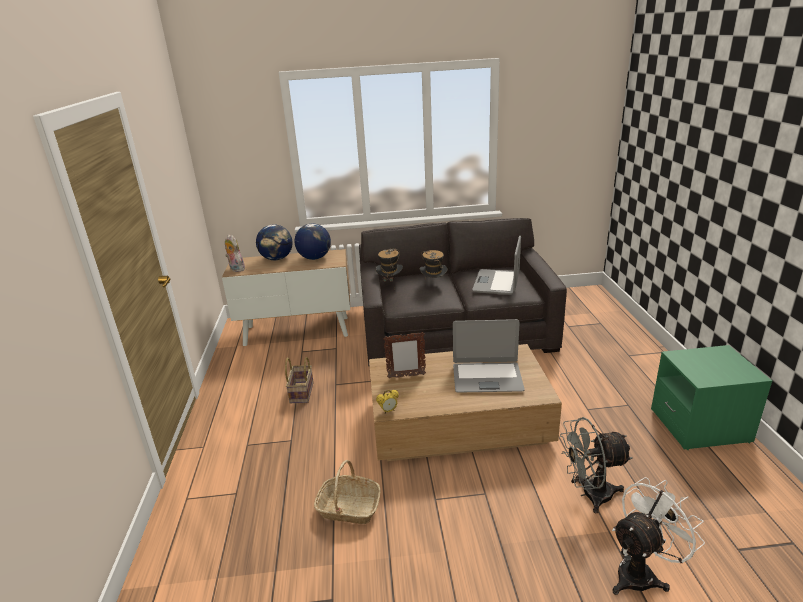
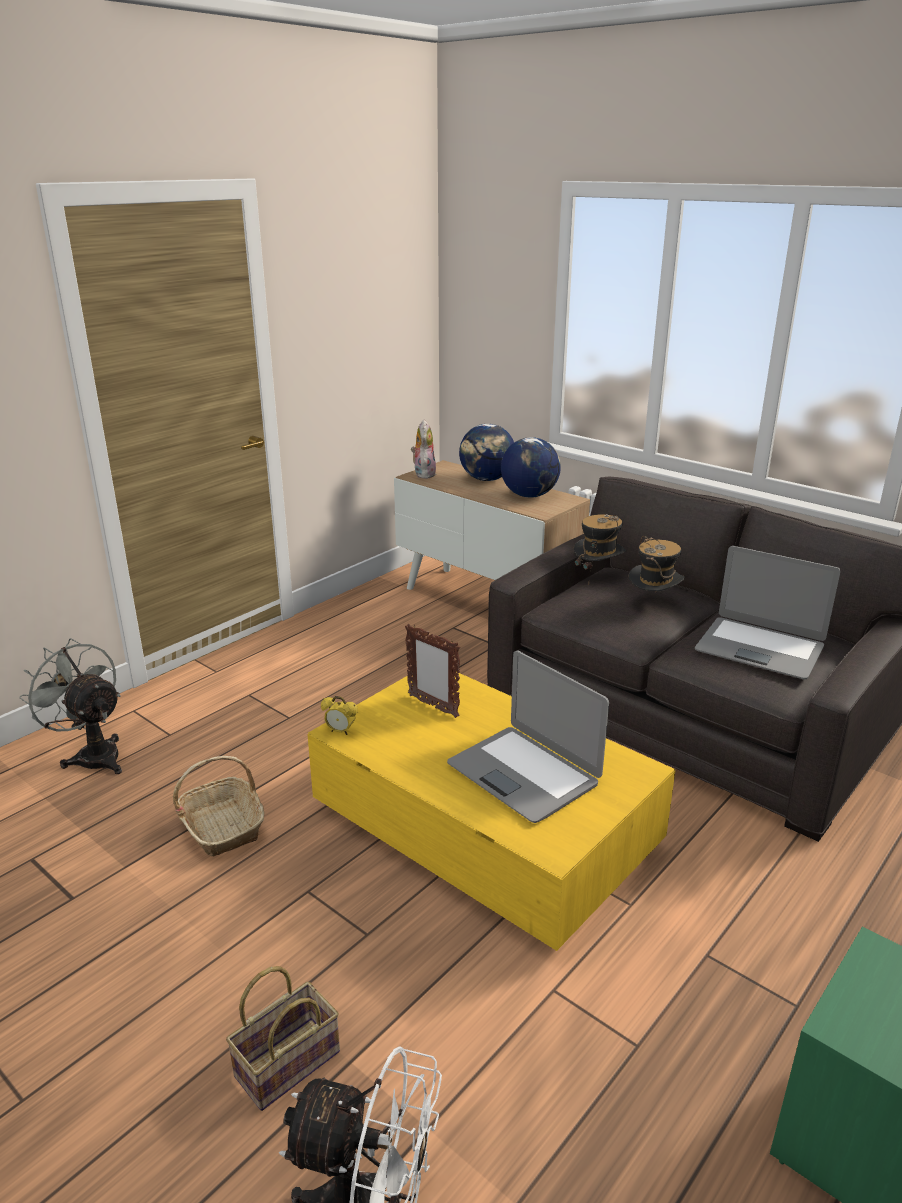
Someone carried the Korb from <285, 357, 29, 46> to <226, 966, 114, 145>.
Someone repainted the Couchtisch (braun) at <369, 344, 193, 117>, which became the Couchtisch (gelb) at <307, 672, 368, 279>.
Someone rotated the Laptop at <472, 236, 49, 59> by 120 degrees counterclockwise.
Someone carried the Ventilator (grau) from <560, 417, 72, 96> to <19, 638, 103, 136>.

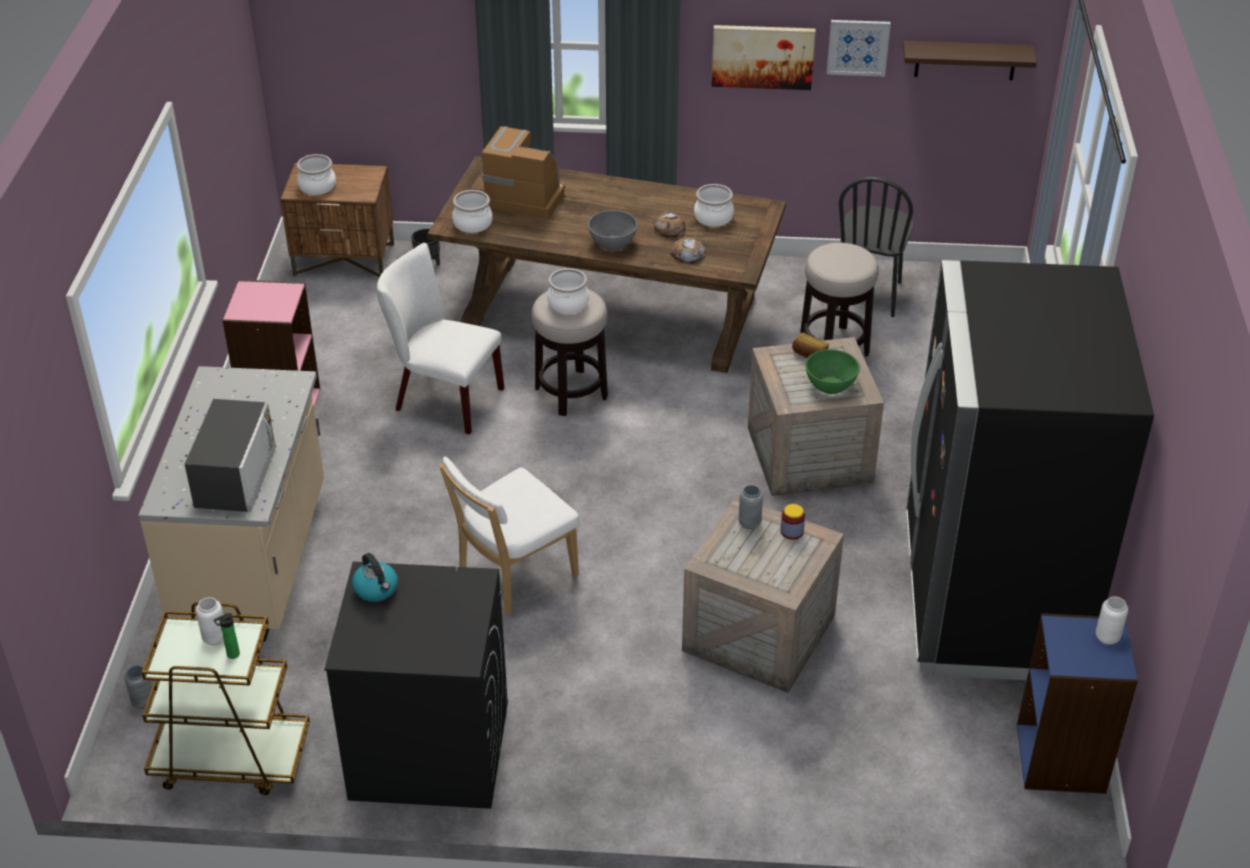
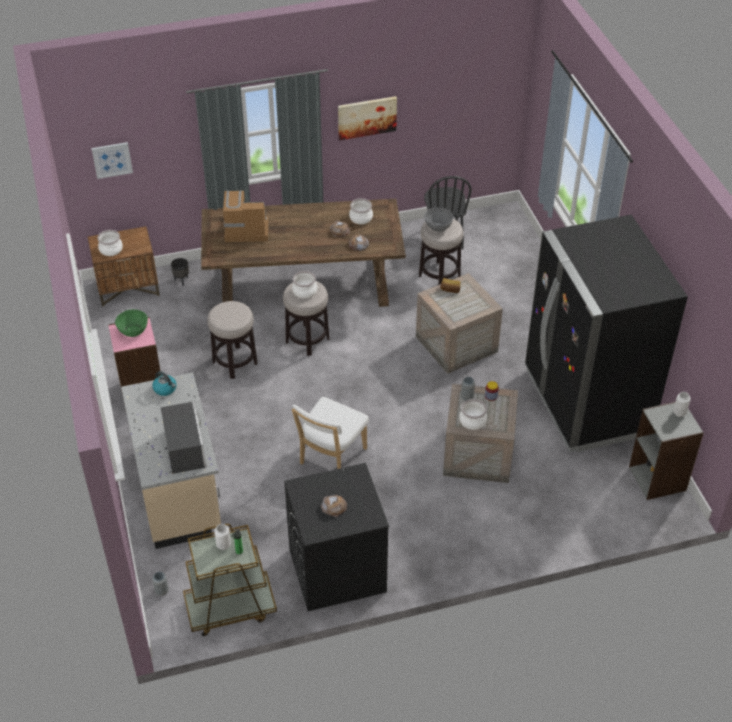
Someone carried the Wasserkessel from <352, 553, 46, 49> to <152, 371, 25, 25>.
Someone swapped the Stuhl (weiß) at <377, 243, 127, 192> for the Hocker at <207, 301, 51, 78>.
Someone carried the Kochtopf from <452, 190, 41, 43> to <459, 399, 28, 31>.
Someone carried the Schüssel (grau) from <588, 210, 50, 40> to <424, 207, 30, 25>.
Someone carried the Schüssel (grün) from <805, 349, 55, 45> to <115, 309, 33, 28>.
Someone carried the Bild from <827, 20, 64, 56> to <91, 142, 42, 37>.
Someone took away the Wandregal at <903, 41, 134, 39>.
Someone repainted the Bücherregal (blau) at <1017, 613, 121, 181>, which became the Bücherregal (grau) at <629, 402, 75, 98>.
Someone put down the Brot at <321, 495, 26, 22>.

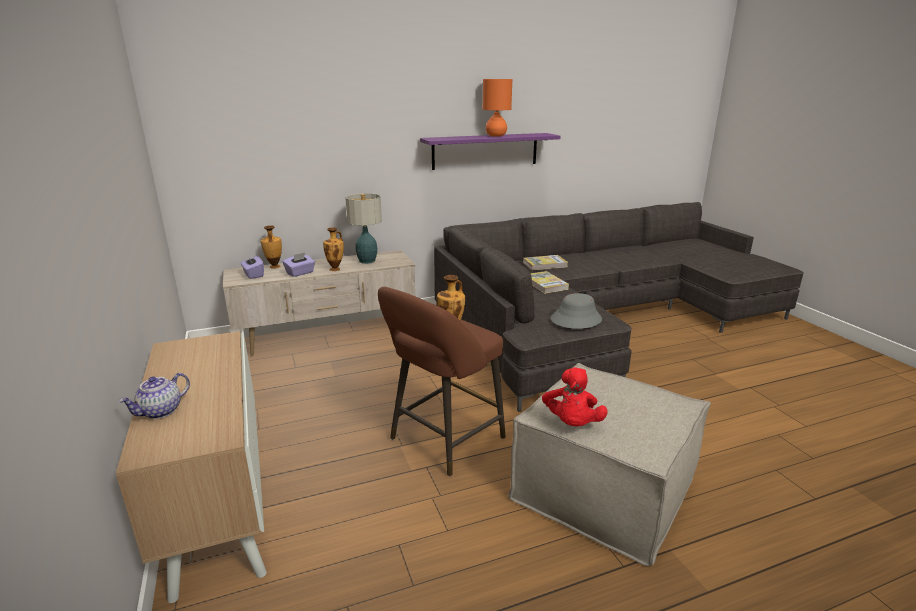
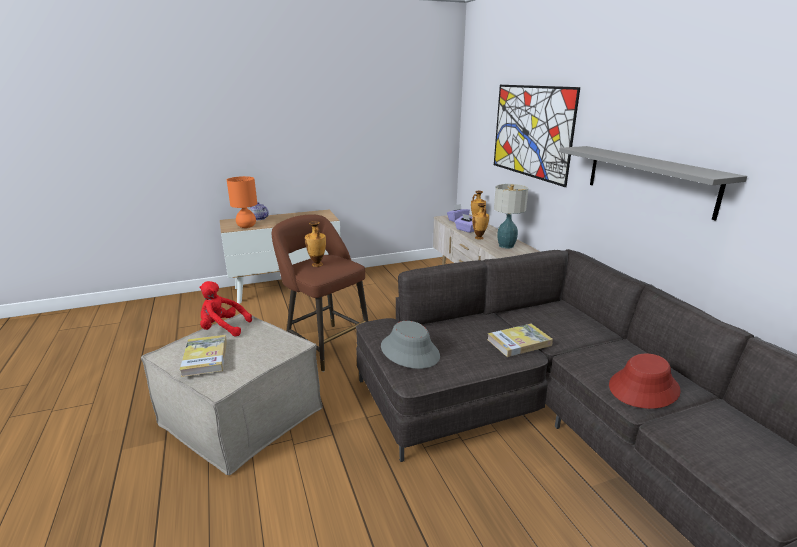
Someone repainted the Wandregal (lila) at <420, 133, 141, 37>, which became the Wandregal (grau) at <559, 146, 188, 74>.
Someone carried the Tischlampe (orange) from <483, 79, 29, 58> to <227, 176, 30, 52>.
Someone carried the Buch from <523, 255, 45, 15> to <179, 335, 48, 42>.
Someone put up the Bild at <494, 85, 86, 102>.
Someone put down the Hut (rot) at <609, 354, 72, 55>.

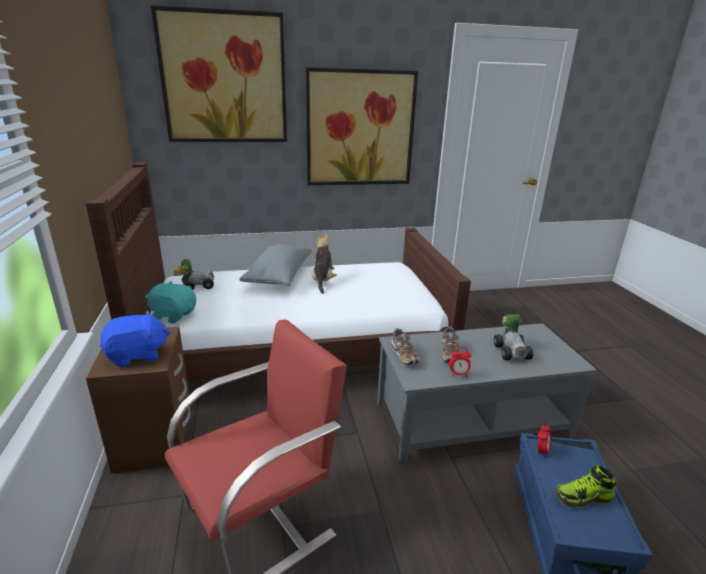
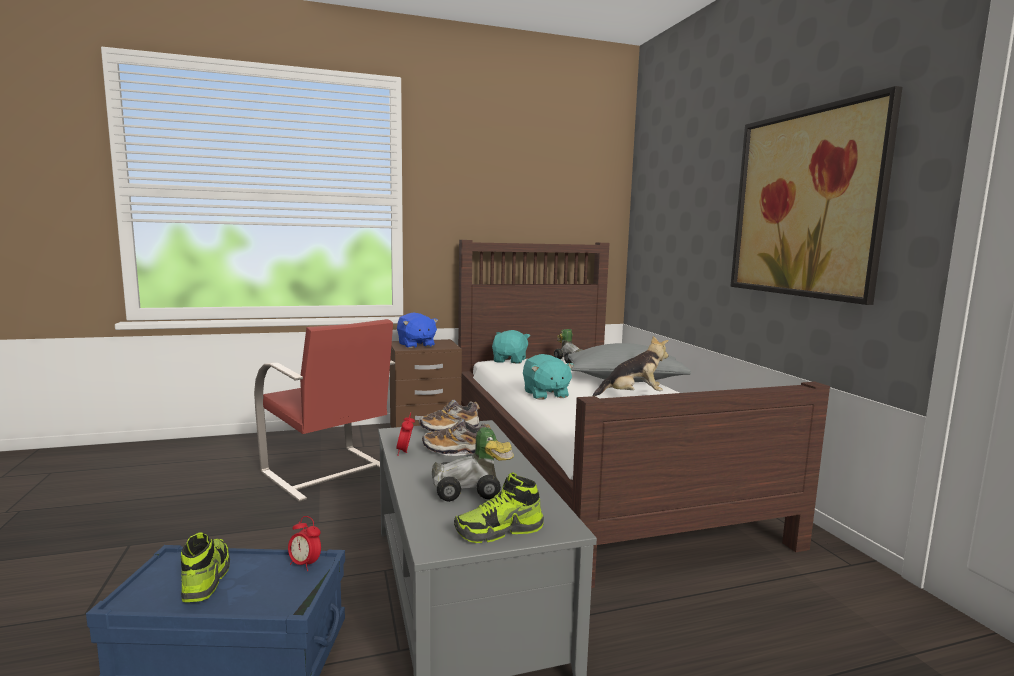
Someone took away the Bild at <151, 5, 136, 137>.
Someone put down the Schuh at <454, 472, 90, 71>.
Someone put down the Plüschtier (türkis) at <523, 354, 51, 46>.

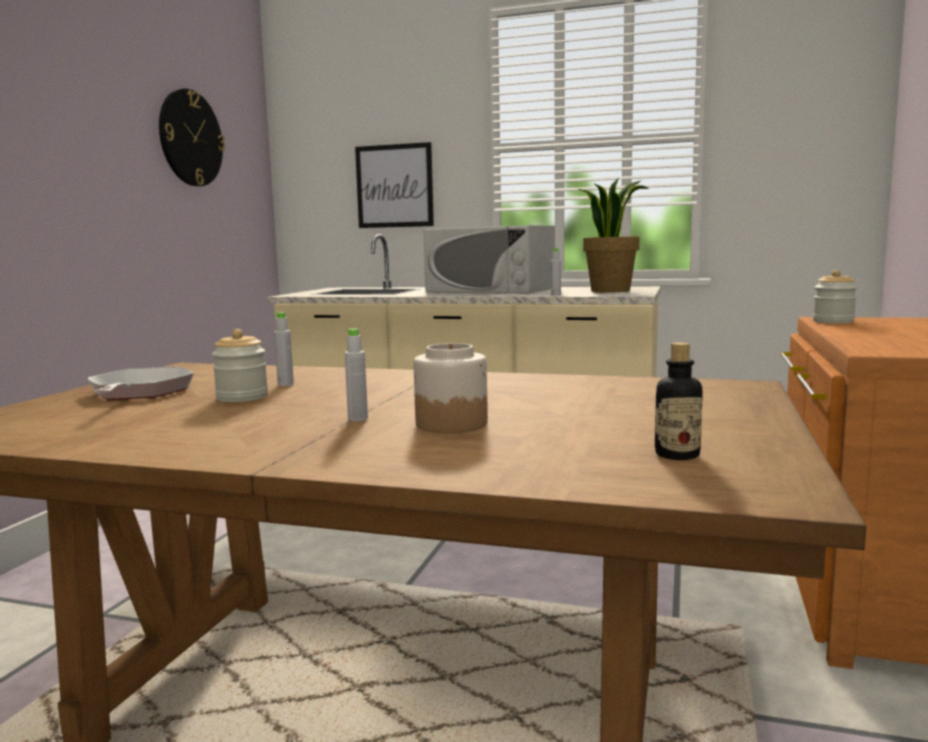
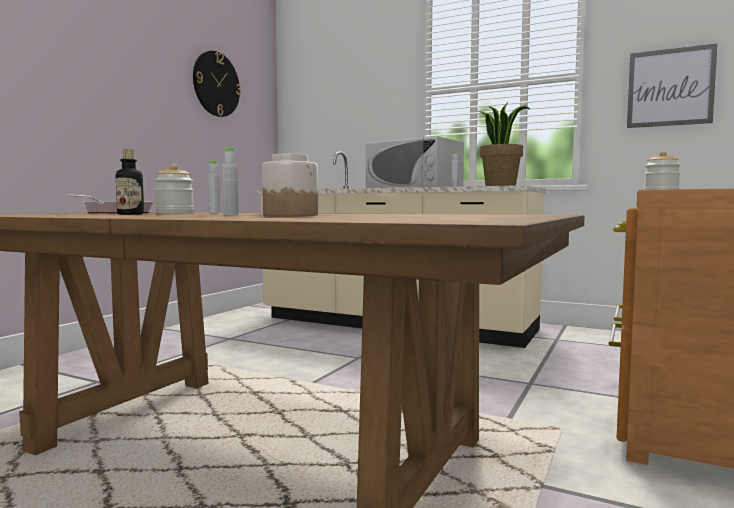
Someone carried the Bild from <355, 142, 79, 86> to <627, 43, 91, 85>.
Someone carried the Flasche from <655, 342, 48, 118> to <116, 149, 28, 66>.

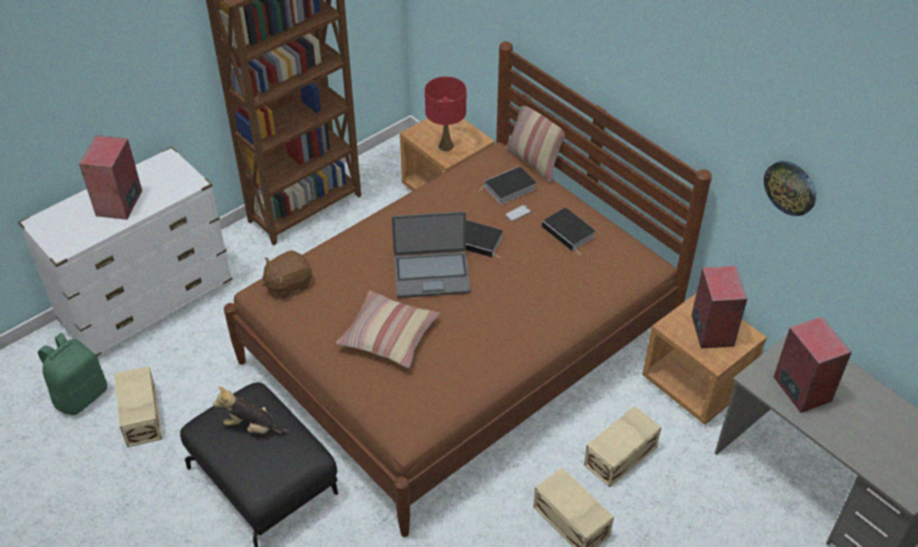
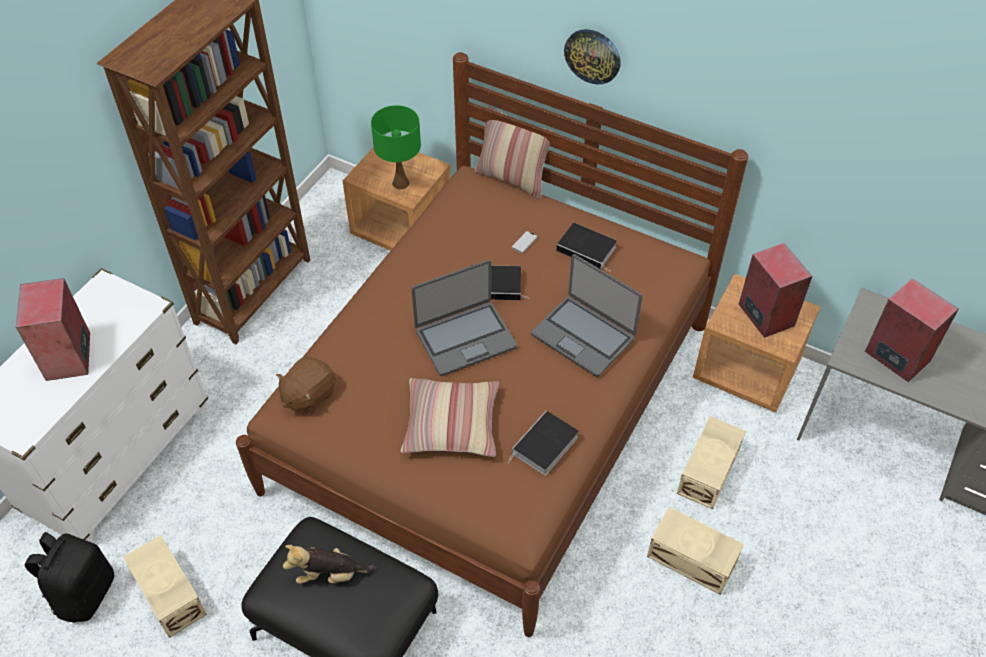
Someone repainted the Rucksack (grün) at <38, 333, 69, 82>, which became the Rucksack (schwarz) at <25, 532, 89, 91>.
Someone repainted the Tischlampe (rot) at <425, 77, 41, 74>, which became the Tischlampe (grün) at <371, 105, 50, 84>.
Someone carried the Buch from <478, 166, 58, 38> to <507, 411, 72, 64>.
Someone carried the Wanduhr from <764, 161, 52, 55> to <564, 29, 56, 55>.
Someone put down the Laptop at <531, 254, 112, 123>.

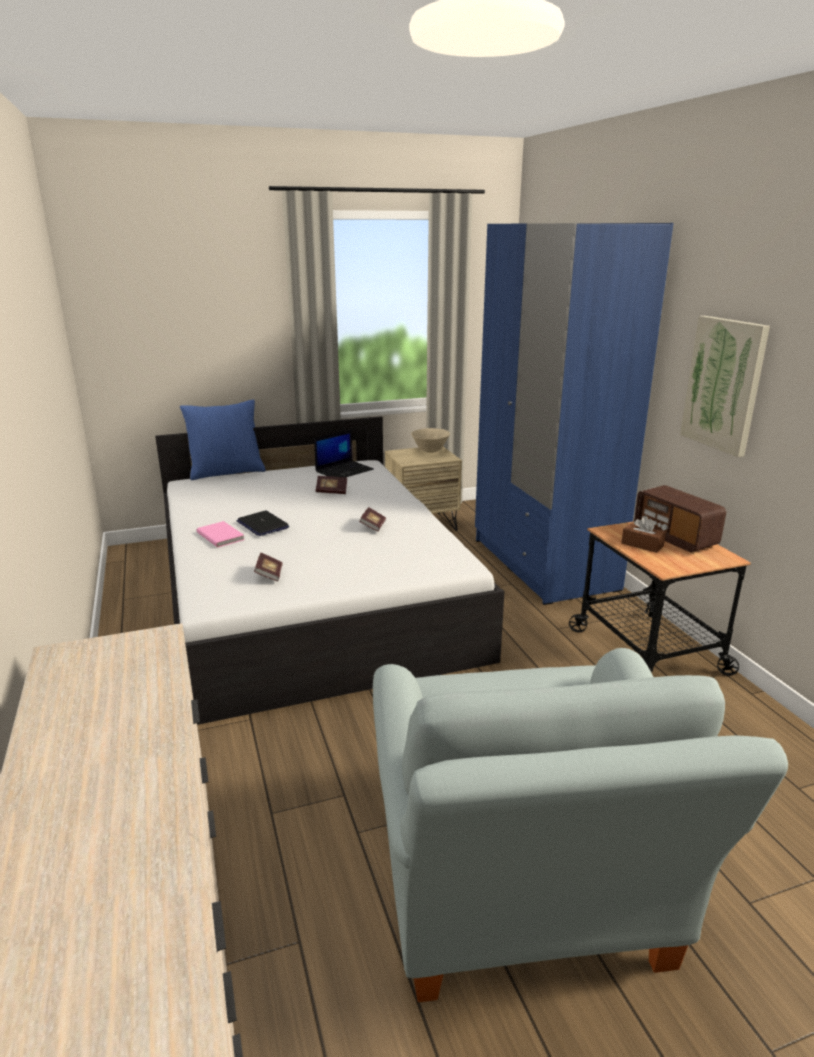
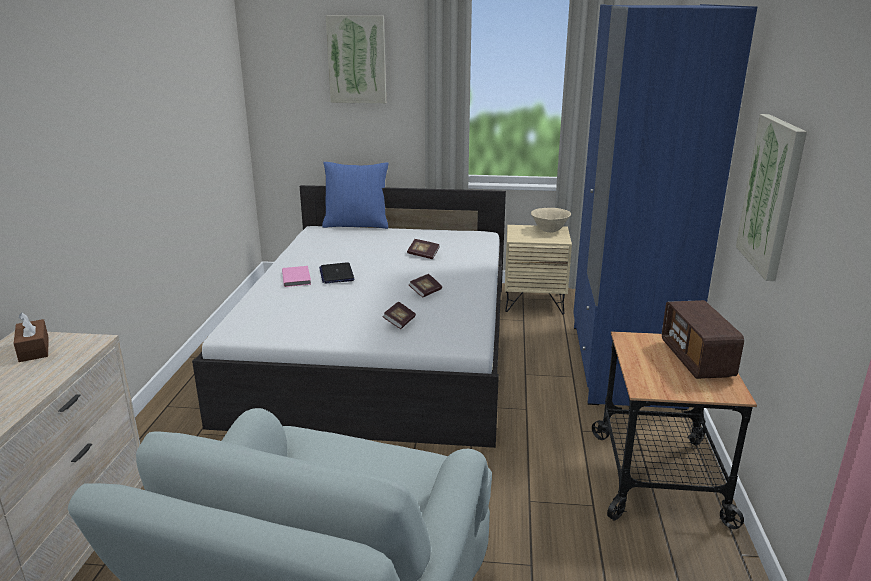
Someone carried the Buch from <254, 552, 29, 29> to <382, 301, 34, 28>.
Someone took away the Laptop at <314, 429, 60, 49>.
Someone carried the Taschentuchbox (braun) from <621, 516, 45, 37> to <14, 312, 35, 50>.
Someone put up the Bild at <326, 16, 60, 88>.

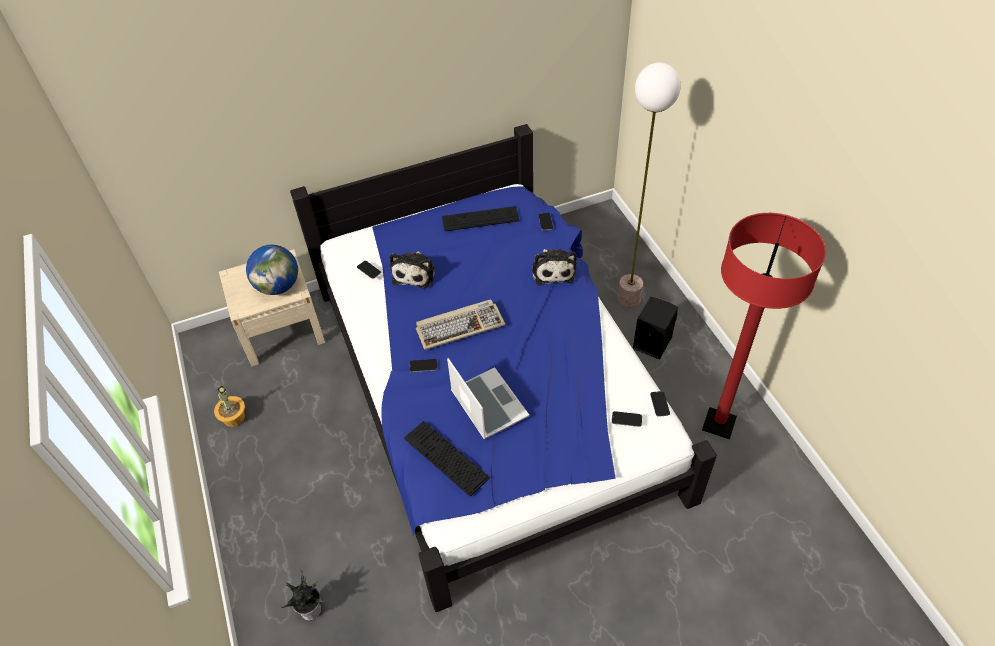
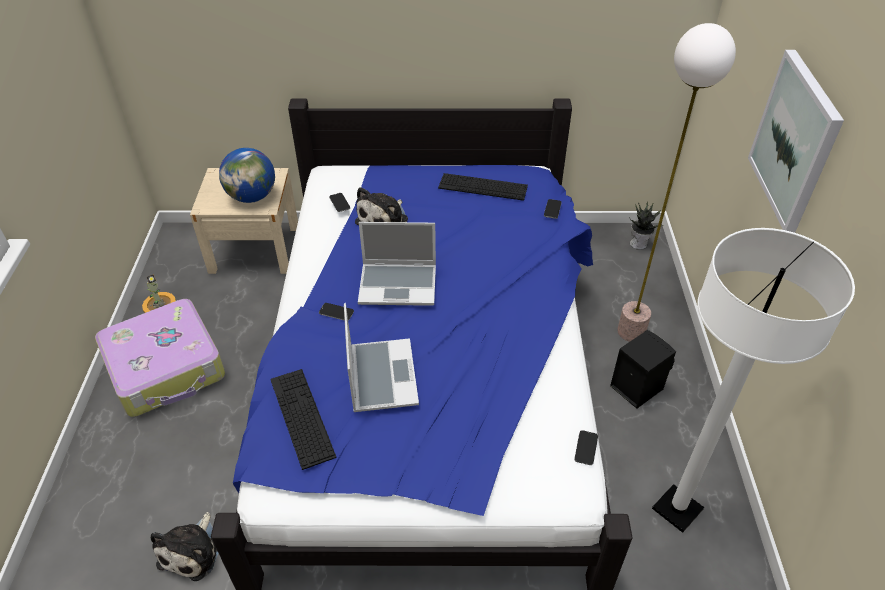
Someone carried the Topfpflanze from <281, 570, 42, 51> to <630, 201, 34, 49>.
Someone swapped the Tastatur at <416, 299, 89, 51> for the Laptop at <358, 222, 78, 84>.
Someone carried the Plüschtier from <532, 249, 45, 37> to <151, 512, 67, 69>.
Someone took away the Handy at <612, 411, 30, 16>.
Someone repainted the Stehlampe (rot) at <702, 213, 124, 226>, which became the Stehlampe (weiß) at <652, 228, 203, 305>.
Someone put down the Koffer at <95, 299, 130, 118>.
Someone put up the Bild at <748, 50, 96, 183>.

